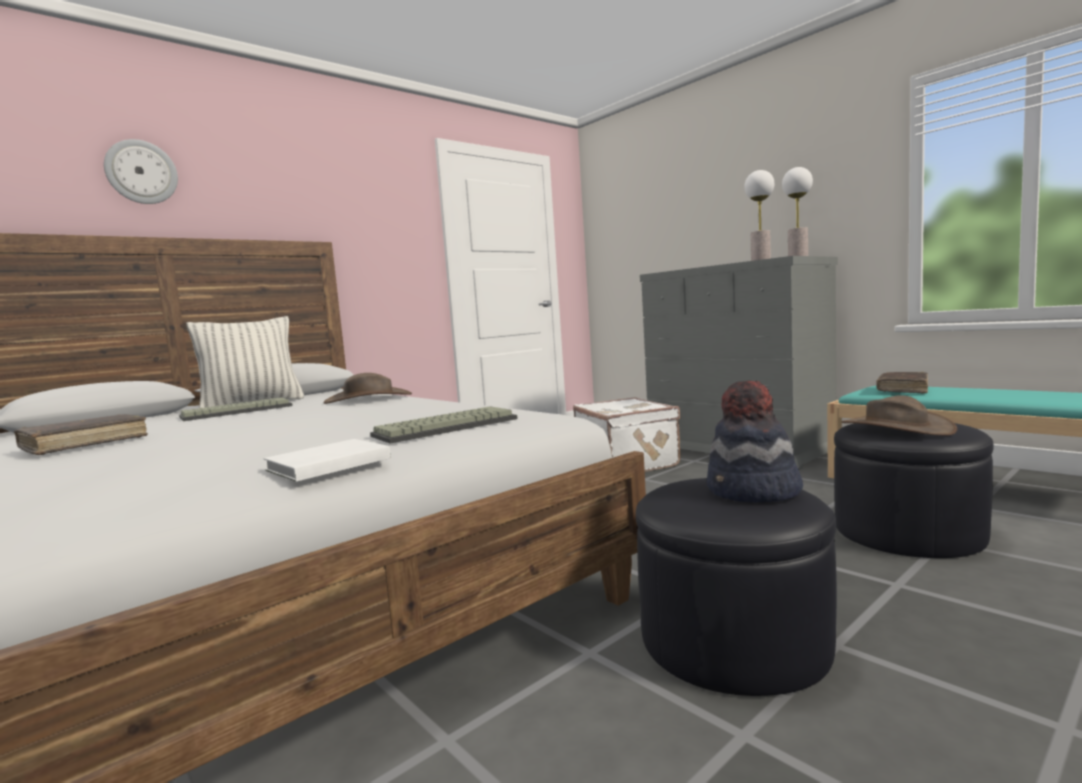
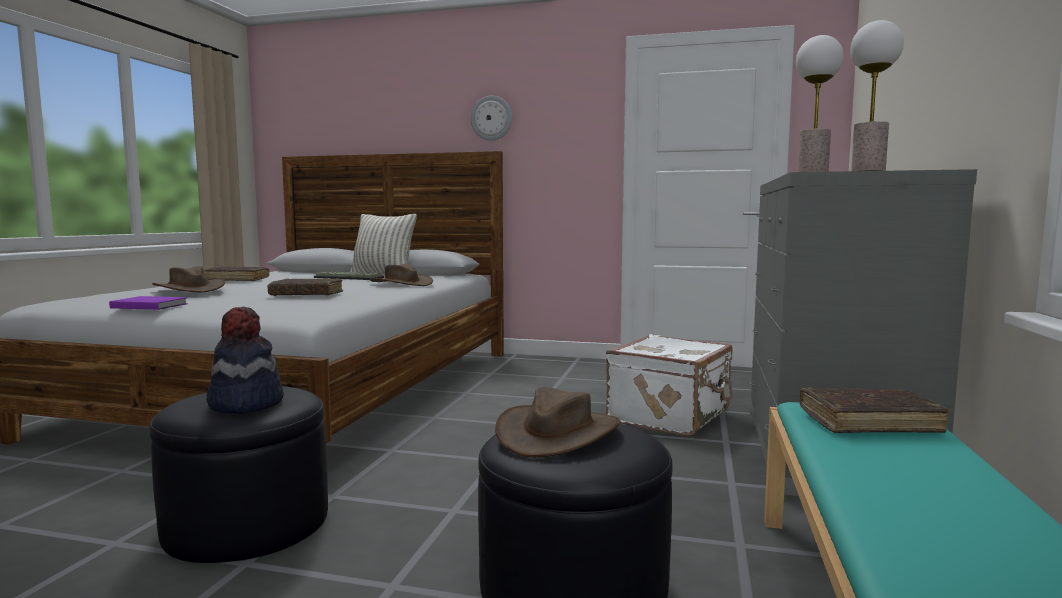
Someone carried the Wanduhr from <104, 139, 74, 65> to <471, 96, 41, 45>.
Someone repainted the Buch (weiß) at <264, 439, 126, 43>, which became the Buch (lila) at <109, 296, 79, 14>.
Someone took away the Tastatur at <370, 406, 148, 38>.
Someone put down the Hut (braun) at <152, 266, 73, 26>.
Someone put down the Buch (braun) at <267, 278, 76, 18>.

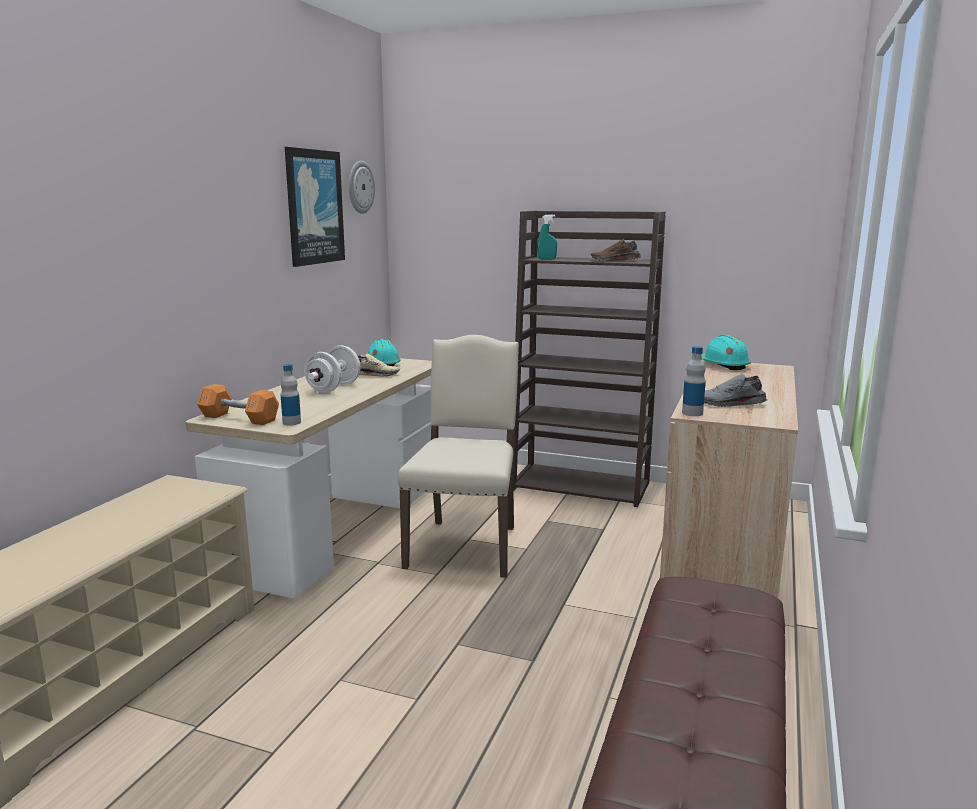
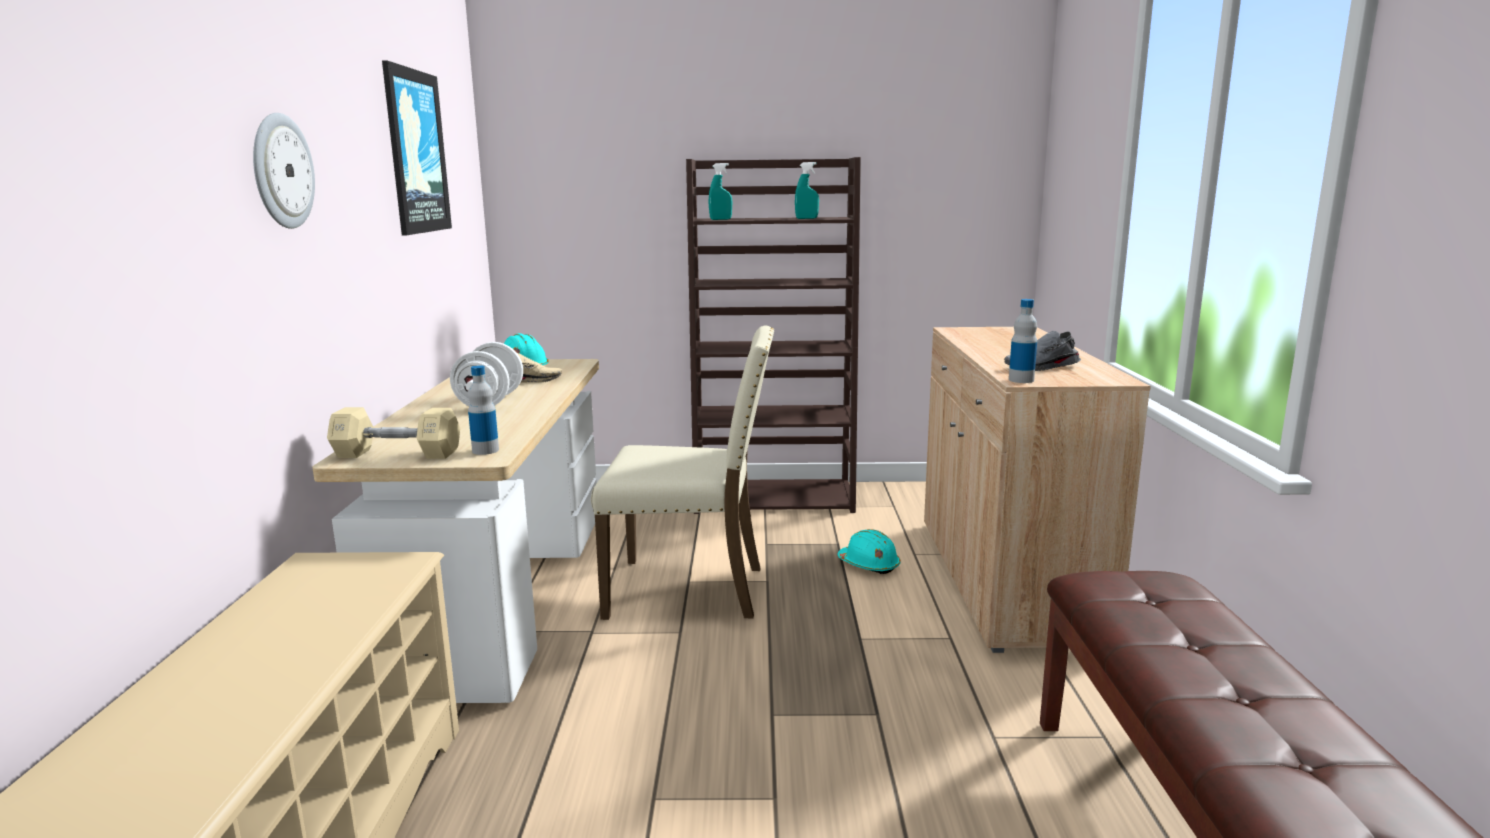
Someone repainted the Hantel (orange) at <197, 384, 82, 41>, which became the Hantel (beige) at <327, 407, 133, 52>.
Someone carried the Wanduhr from <348, 161, 27, 53> to <253, 113, 62, 116>.
Someone rotated the Stuhl (beige) at <398, 335, 121, 243> by 105 degrees clockwise.
Someone swapped the Schuh (braun) at <591, 239, 50, 22> for the Sprühflasche (türkis) at <795, 162, 24, 57>.
Someone carried the Schutzhelm (türkis) from <701, 335, 50, 35> to <838, 529, 62, 45>.

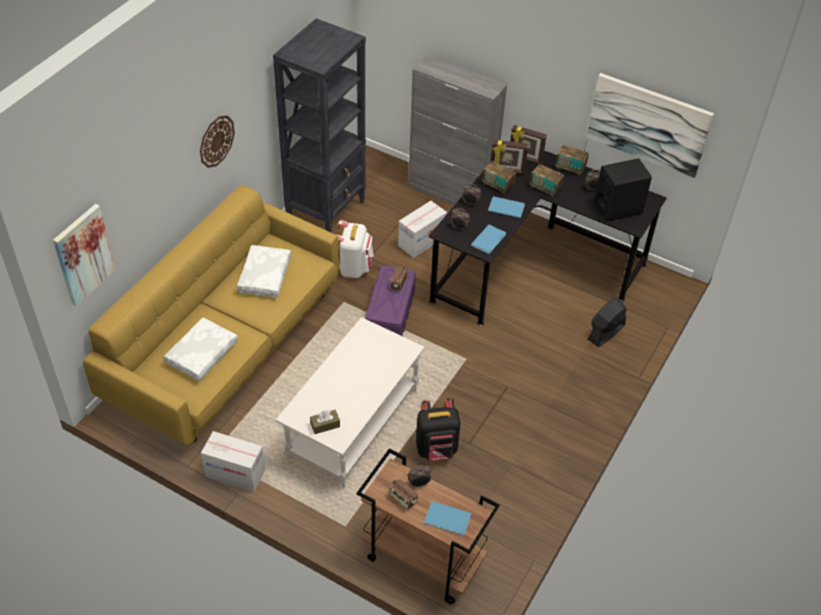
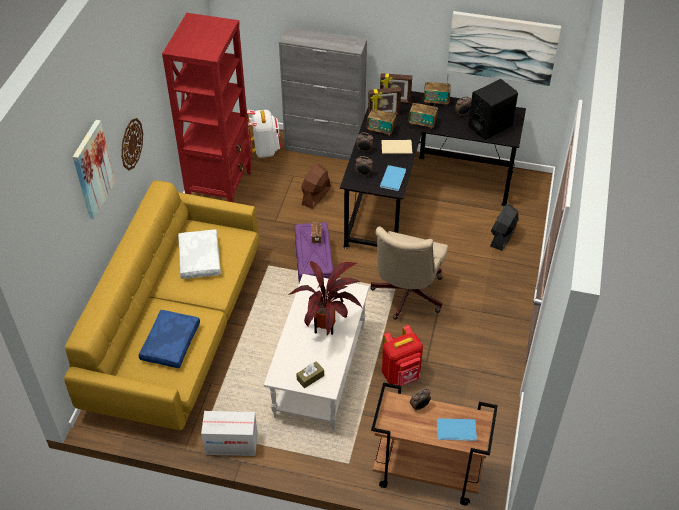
Someone carried the Bild from <53, 204, 62, 102> to <73, 120, 42, 99>.
Someone repainted the Kissen (weiß) at <163, 318, 75, 63>, which became the Kissen (blau) at <139, 310, 61, 58>.
Someone repainted the Bücherregal (schwarz) at <273, 18, 93, 214>, which became the Bücherregal (rot) at <162, 13, 90, 189>.
Someone carried the Rucksack (weiß) from <337, 220, 37, 58> to <247, 110, 34, 48>.
Someone took away the Radio at <390, 479, 28, 31>.
Someone swapped the Karton at <398, 201, 49, 57> for the Ventilator (braun) at <302, 164, 29, 45>.
Someone repainted the Rucksack (schwarz) at <416, 398, 45, 63>, which became the Rucksack (rot) at <382, 325, 41, 61>.
Someone repainted the Buch (blau) at <488, 196, 37, 22>, which became the Buch (beige) at <382, 140, 30, 14>.
Someone put down the Topfpflanze at <289, 261, 73, 74>.
Someone put down the Bürostuhl (beige) at <370, 227, 78, 93>.

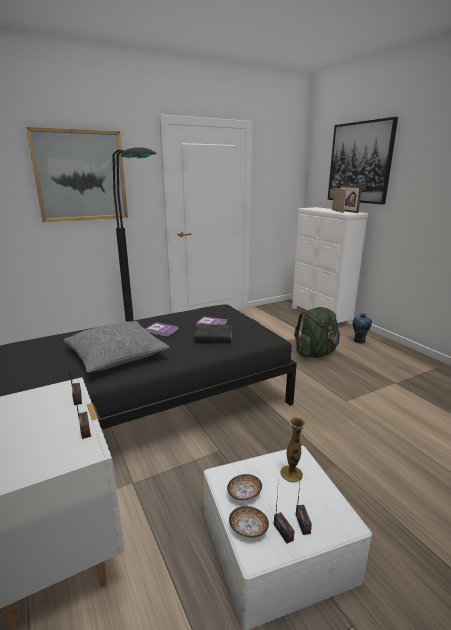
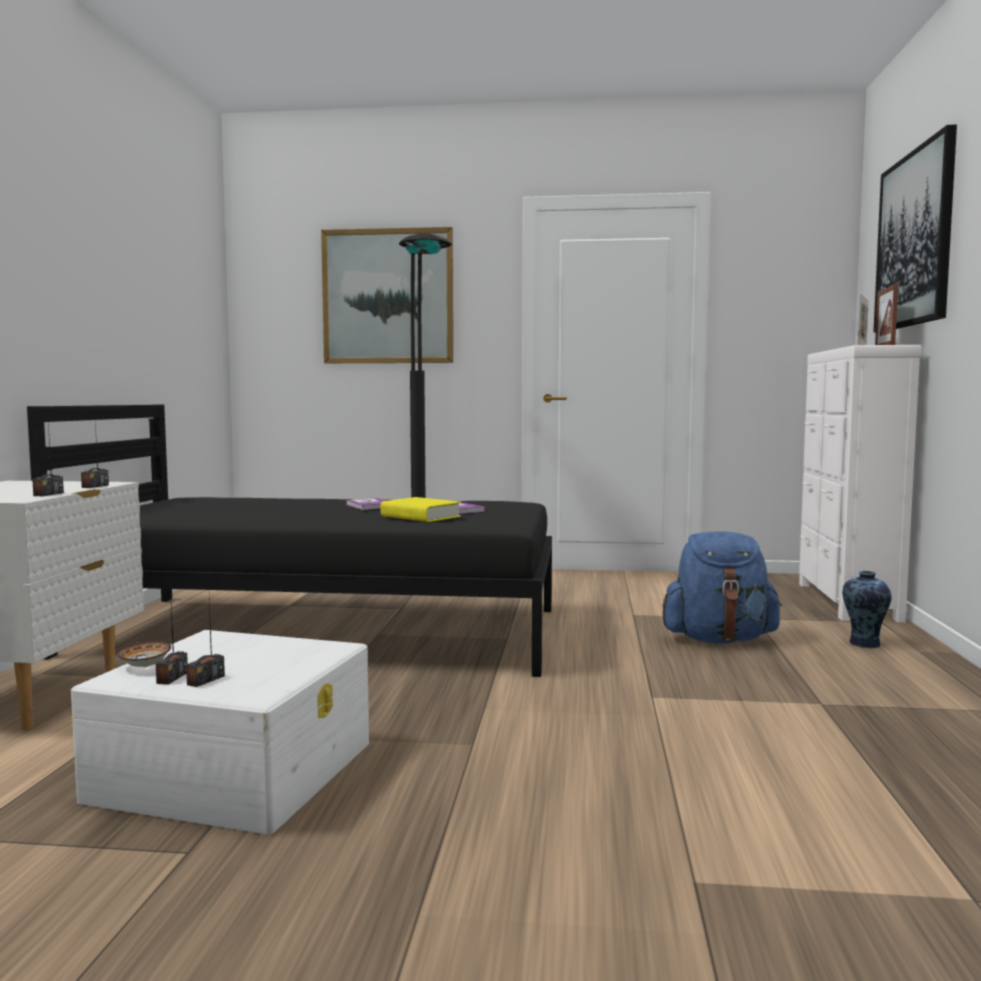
Someone took away the Kissen (grau) at <63, 321, 107, 52>.
Someone repainted the Buch (schwarz) at <194, 324, 39, 20>, which became the Buch (gelb) at <381, 497, 80, 25>.
Someone took away the Schüssel at <227, 474, 35, 26>.
Someone took away the Vase at <280, 418, 26, 65>.
Someone repainted the Rucksack (grün) at <294, 307, 46, 51>, which became the Rucksack (blau) at <662, 532, 120, 112>.

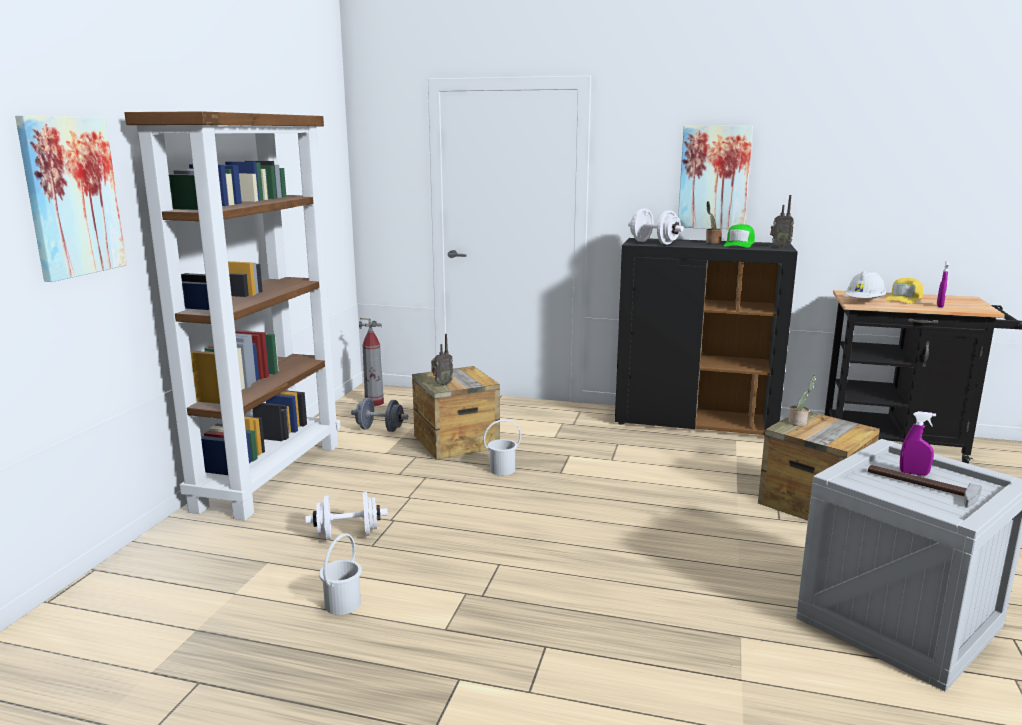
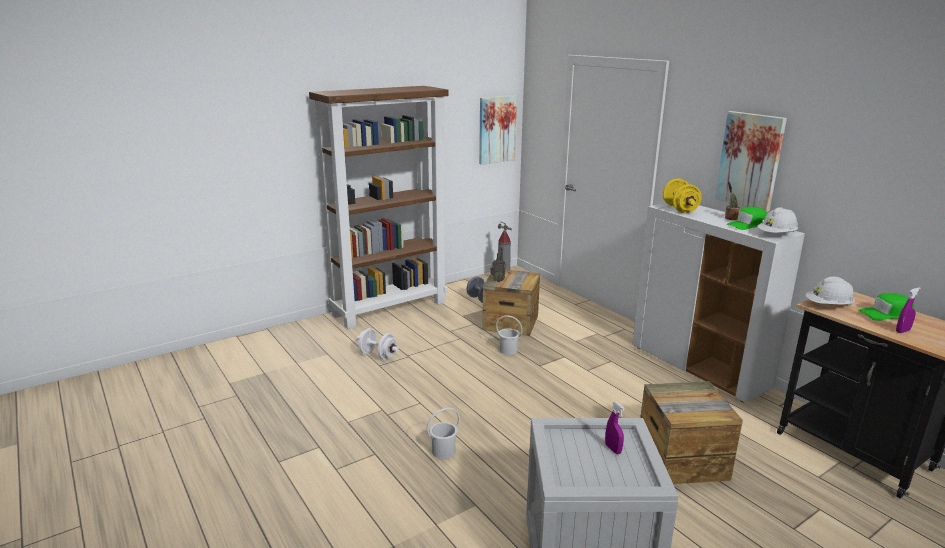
Someone carried the Bild from <15, 115, 112, 167> to <479, 95, 38, 70>.
Someone carried the Eimer (weiß) from <319, 533, 43, 82> to <427, 408, 33, 51>.
Someone repainted the Schrank (schwarz) at <615, 238, 183, 197>, which became the Schrank (weiß) at <632, 203, 173, 200>.
Someone repainted the Hantel (weiß) at <628, 208, 56, 37>, which became the Hantel (gelb) at <663, 179, 39, 34>.
Someone swapped the Radio at <770, 195, 24, 53> for the Schutzhelm (weiß) at <757, 207, 41, 26>.
Someone took away the Topfpflanze at <788, 375, 27, 51>.
Someone took away the Hammer at <868, 465, 114, 43>.
Someone repainted the Kappe (gelb) at <885, 278, 38, 26>, which became the Kappe (grün) at <858, 293, 56, 28>.

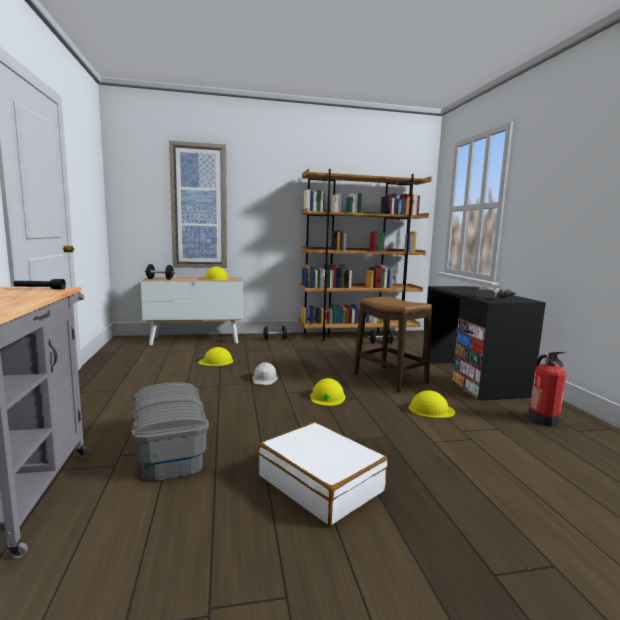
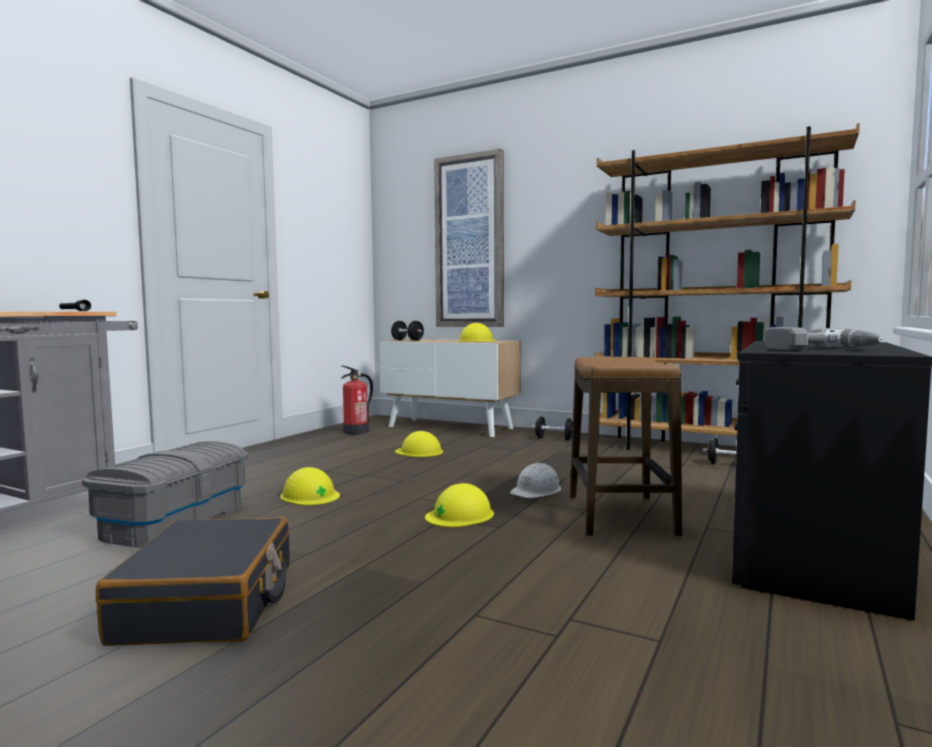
Someone carried the Schutzhelm (weiß) from <253, 362, 25, 23> to <510, 462, 51, 36>.
Someone repainted the Koffer (weiß) at <258, 422, 130, 104>, which became the Koffer (schwarz) at <96, 517, 194, 129>.
Someone carried the Schutzhelm (gelb) from <409, 390, 46, 28> to <280, 467, 60, 38>.
Someone carried the Feuerlöscher from <528, 352, 38, 75> to <341, 365, 32, 69>.

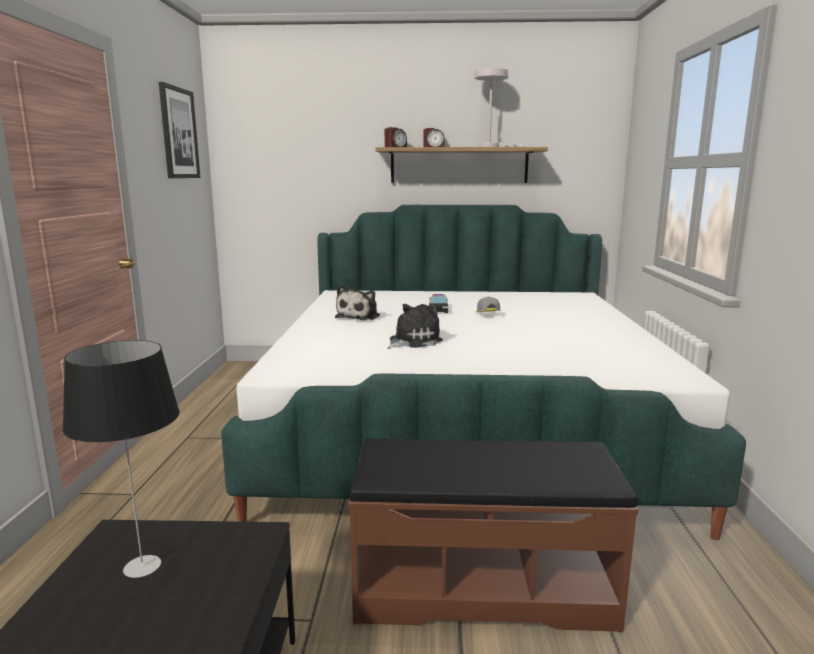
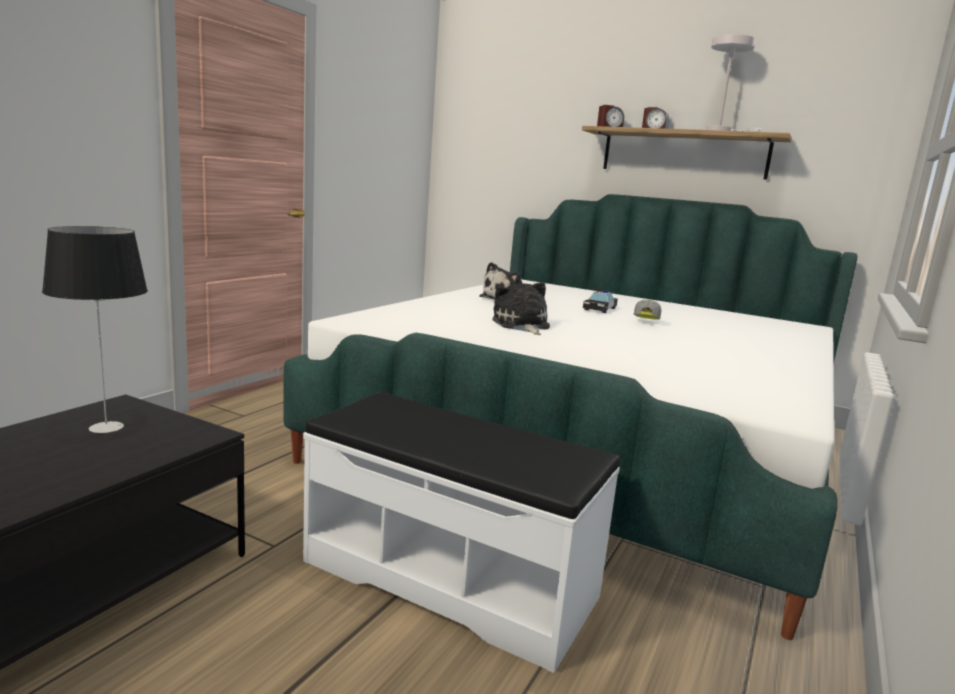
Someone took away the Bild at <159, 82, 41, 96>.
Someone repainted the Bank (braun) at <348, 438, 290, 194>, which became the Bank (weiß) at <303, 392, 317, 281>.
Someone rotated the Plüschtier at <387, 304, 56, 45> by 90 degrees counterclockwise.

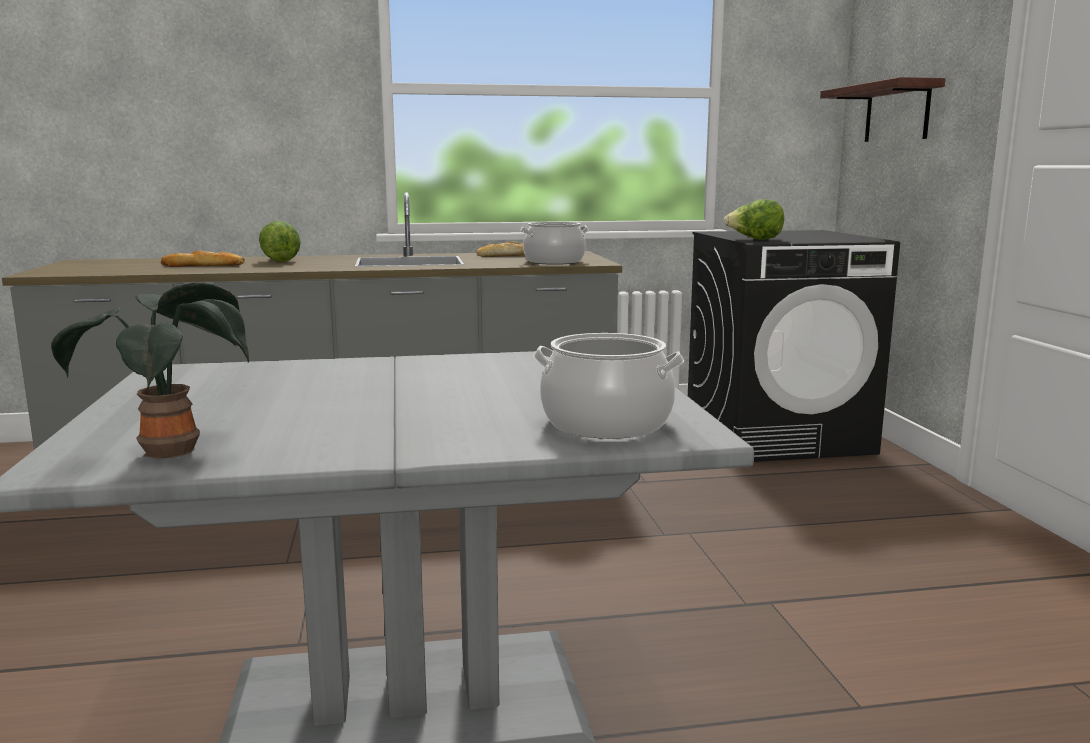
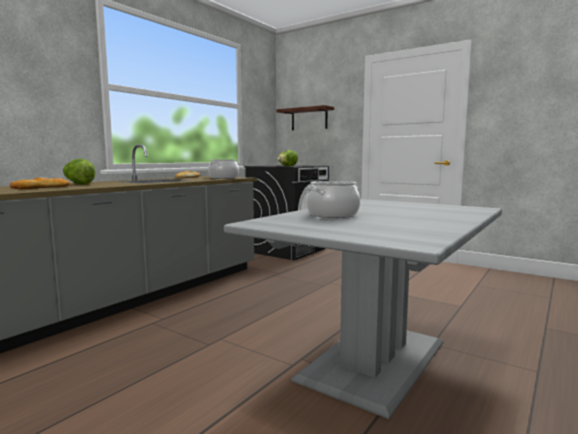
Someone took away the Topfpflanze at <51, 283, 198, 176>.
Someone carried the Kochtopf from <533, 333, 151, 106> to <306, 181, 54, 37>.

